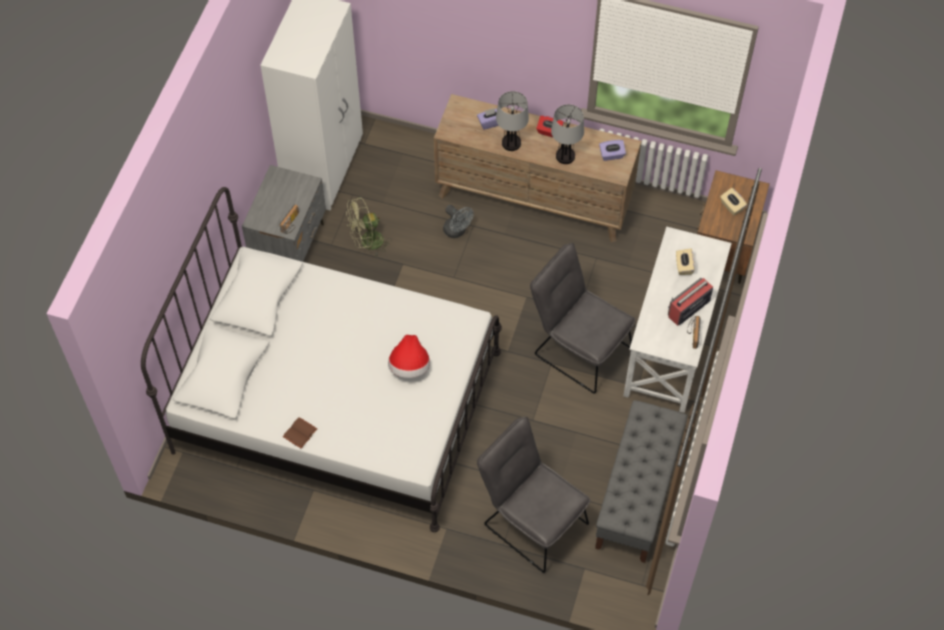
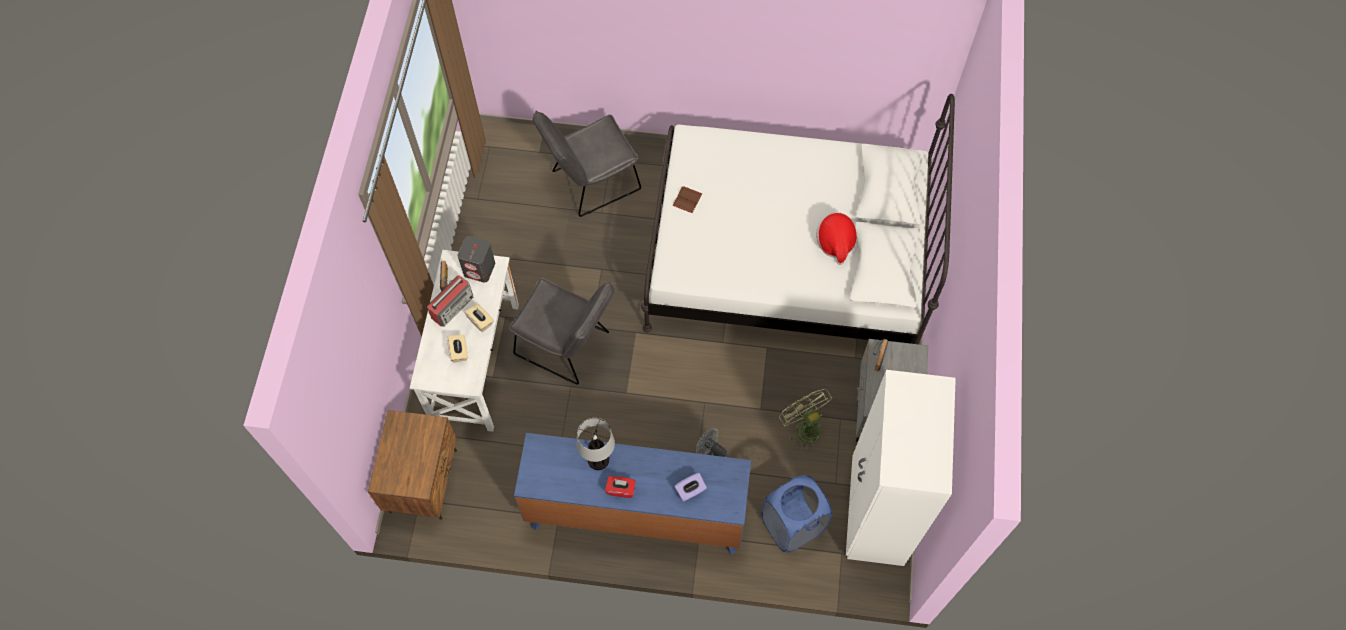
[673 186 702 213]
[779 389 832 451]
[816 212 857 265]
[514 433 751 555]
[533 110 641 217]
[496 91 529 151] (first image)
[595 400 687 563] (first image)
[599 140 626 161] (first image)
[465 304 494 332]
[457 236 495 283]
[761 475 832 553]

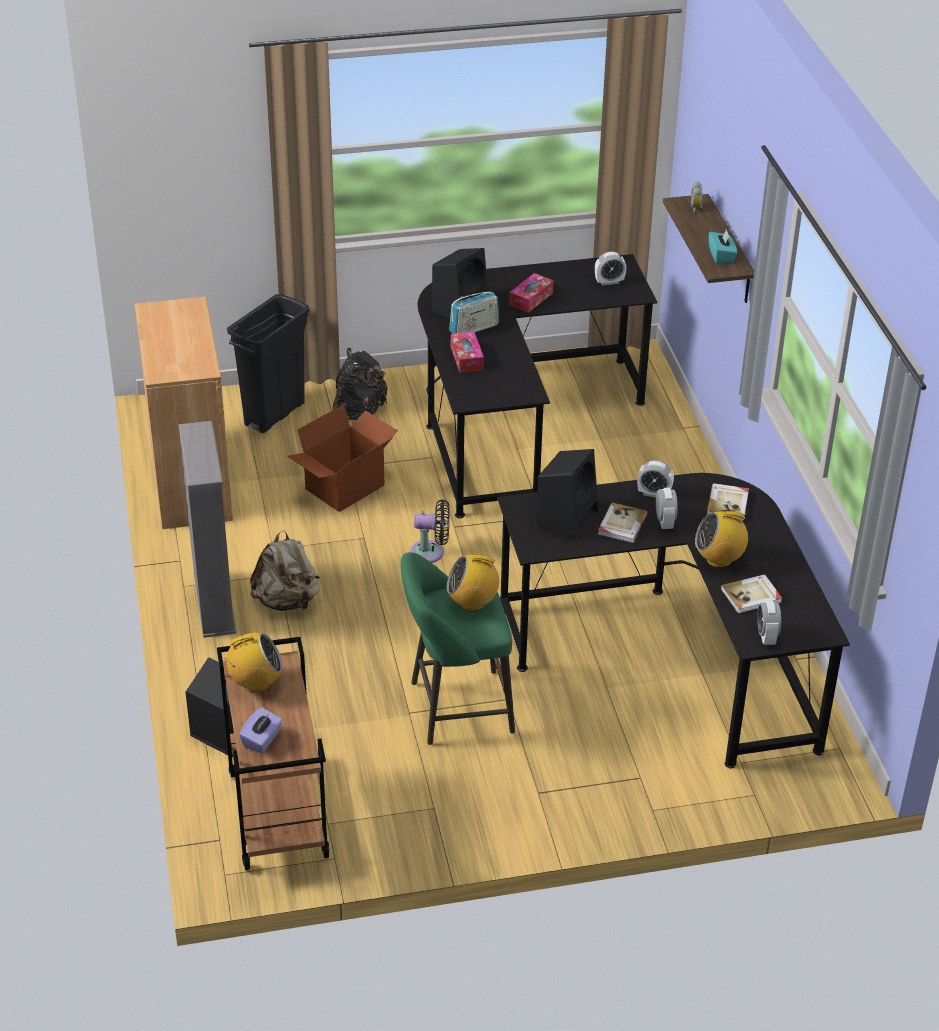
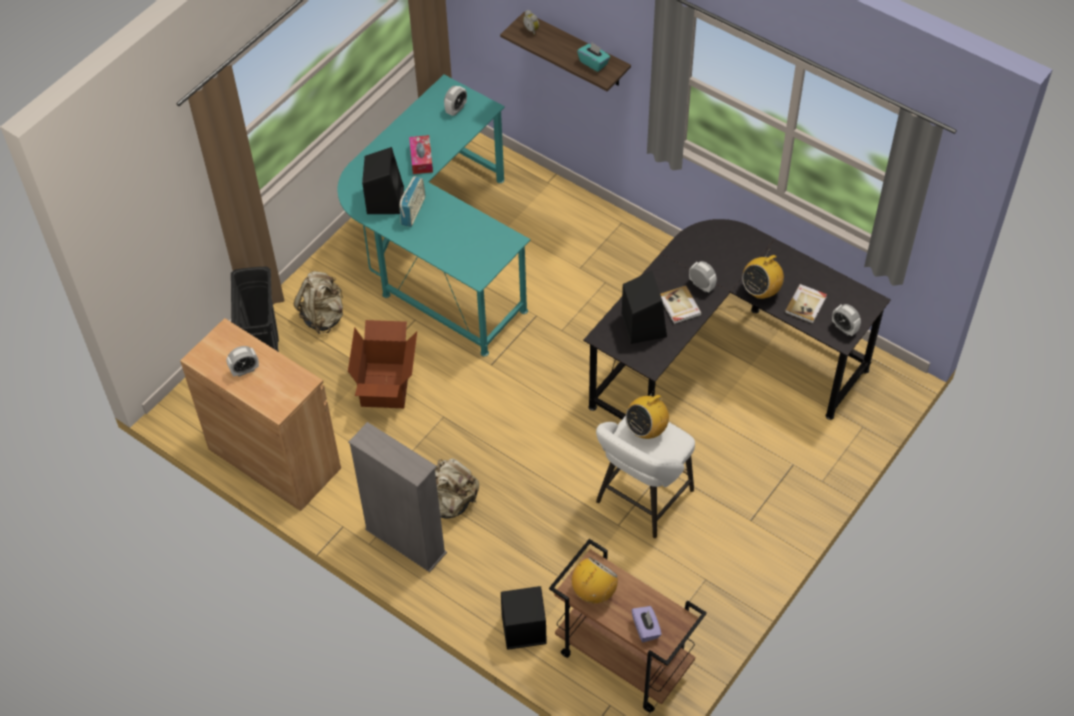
[294 271 343 334]
[596 416 695 538]
[410 499 450 563] (first image)
[337 75 530 357]
[451 331 484 373] (first image)
[226 346 259 377]
[707 483 749 521] (first image)

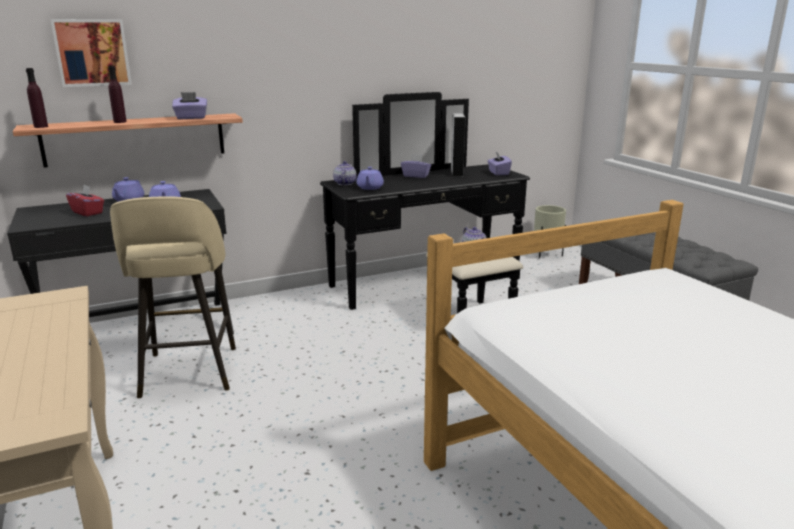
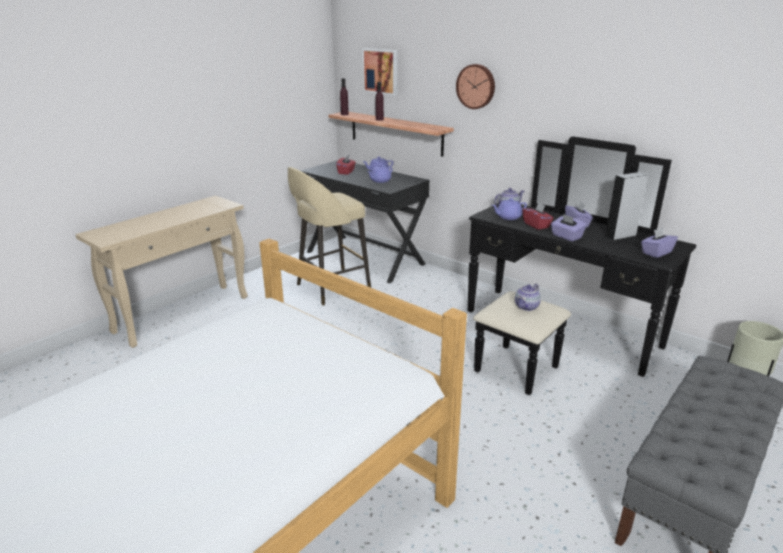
[551 214 587 241]
[456 64 495 109]
[523 202 554 230]

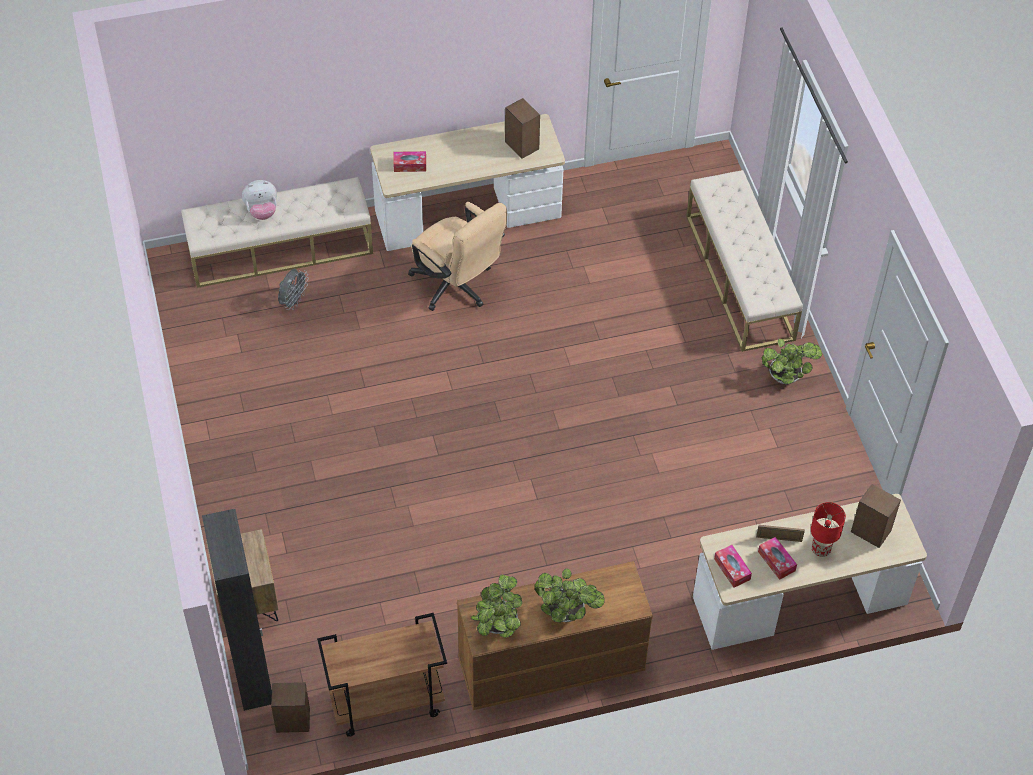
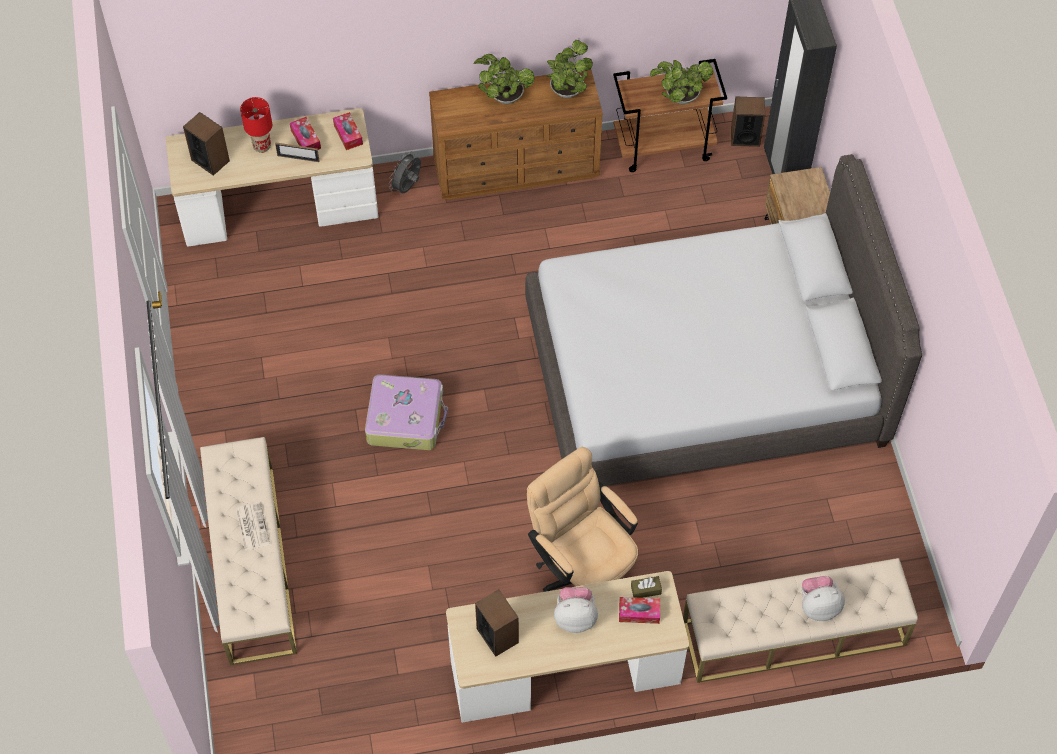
[389 151 421 194]
[650 60 713 104]
[236 502 270 551]
[365 374 448 450]
[525 154 922 486]
[554 587 598 633]
[631 576 662 598]

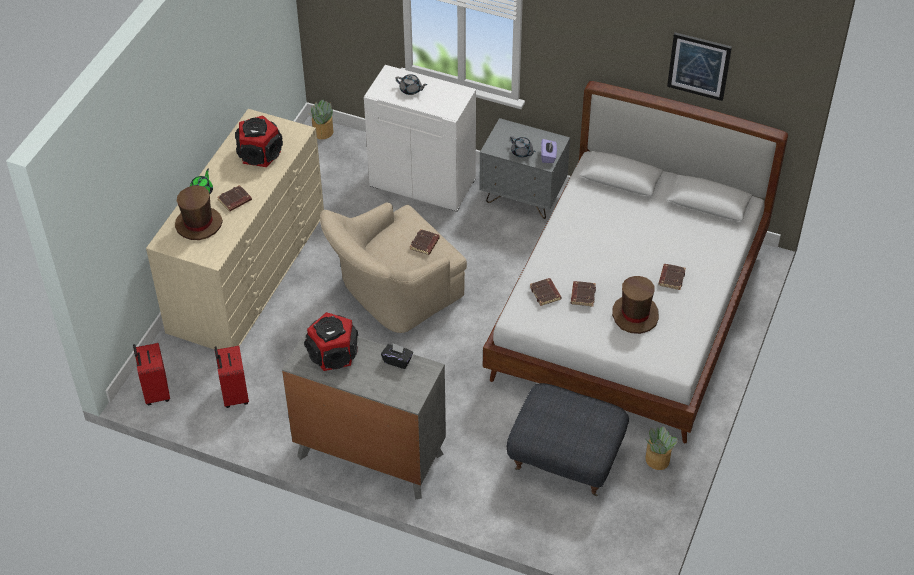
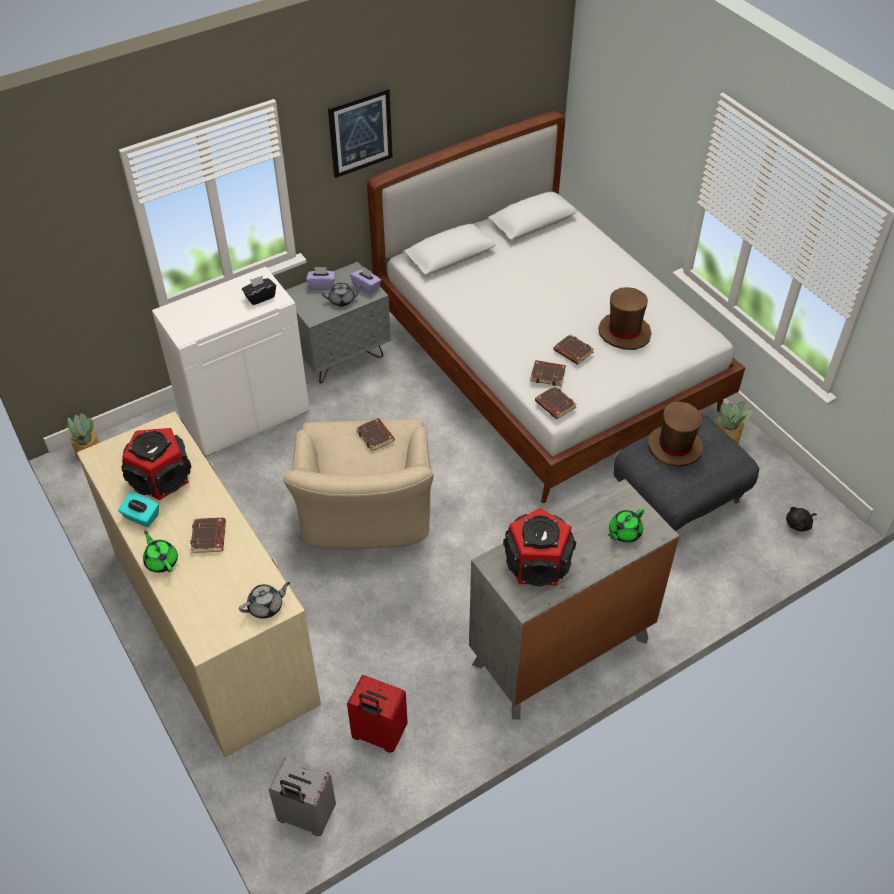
[268 757 336 836]
[648 402 703 467]
[242 276 276 305]
[239 582 290 619]
[535 386 577 419]
[328 87 393 178]
[118 492 159 527]
[306 267 335 290]
[608 508 644 543]
[786 507 817 532]

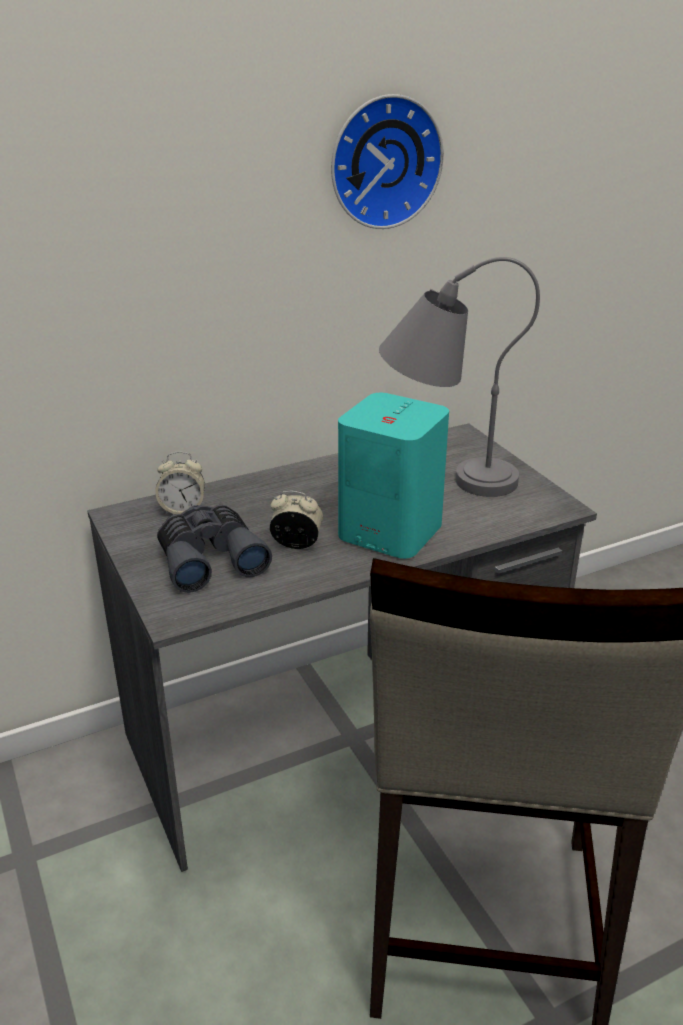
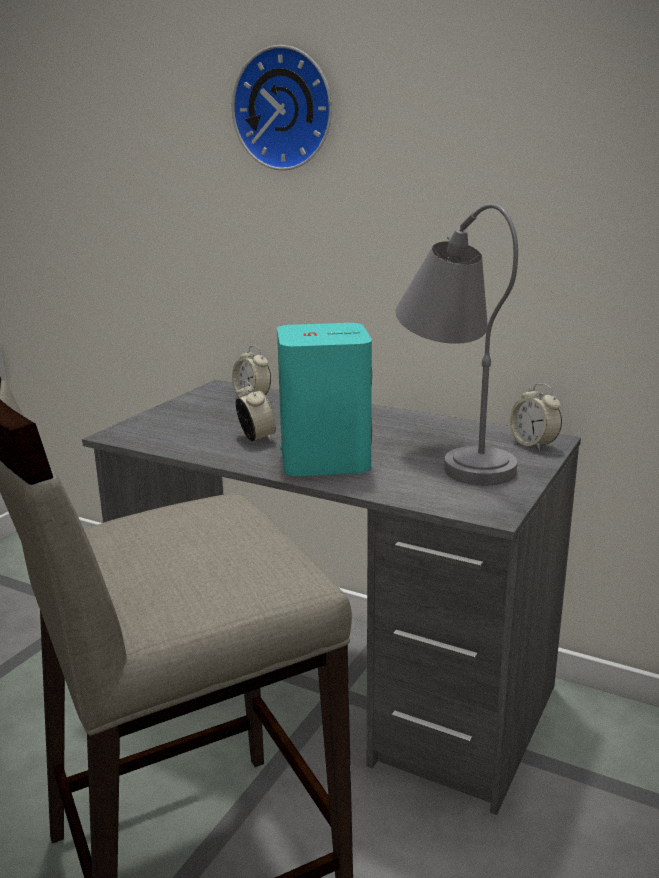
[157 505 272 593] (first image)
[232 45 332 171]
[510 383 562 451]

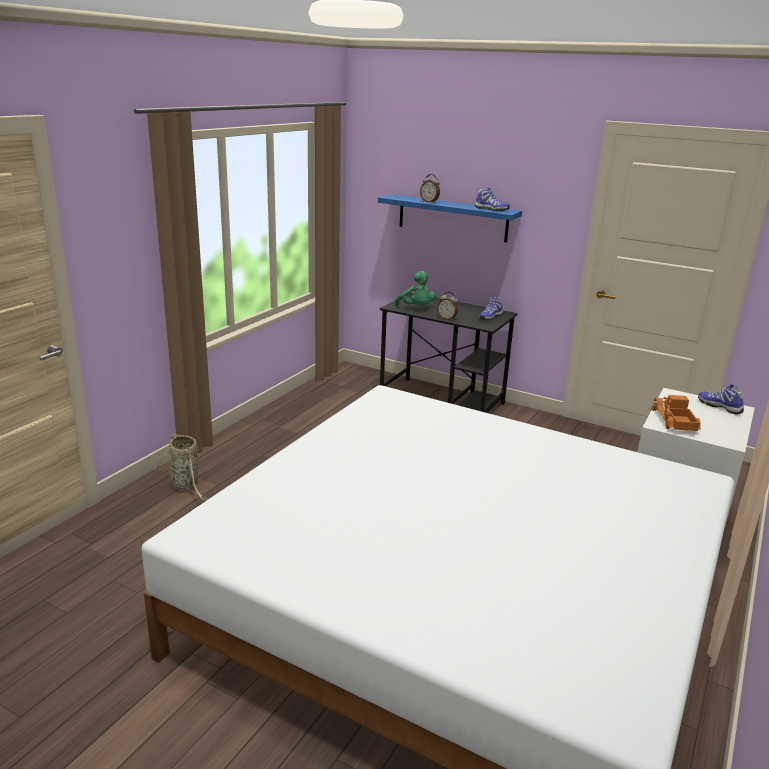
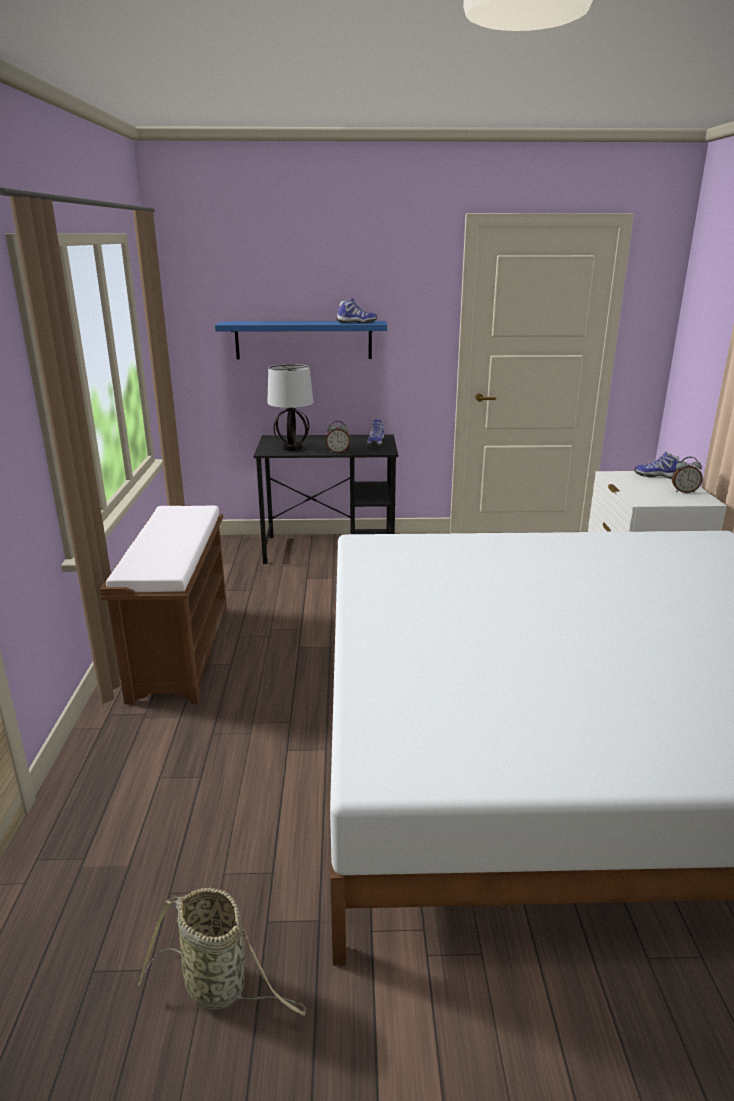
[138 888 306 1016]
[267 364 313 451]
[672 457 703 493]
[654 395 701 431] (first image)
[100 506 227 704]

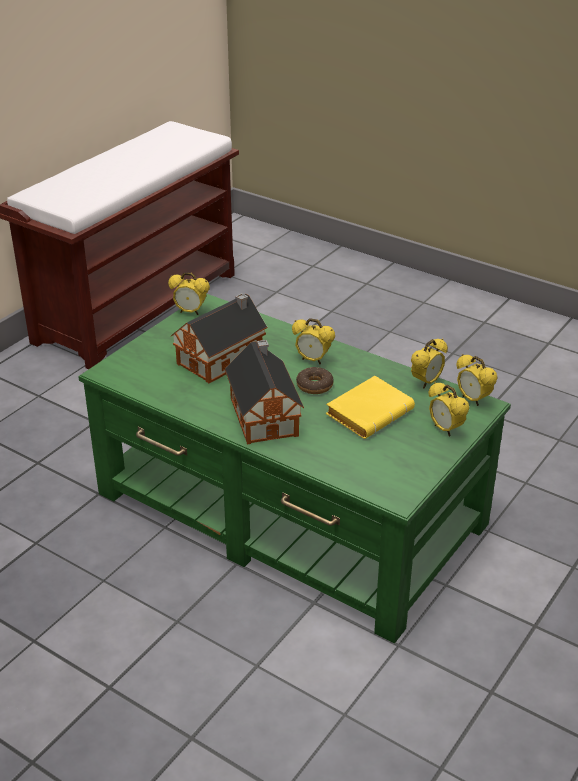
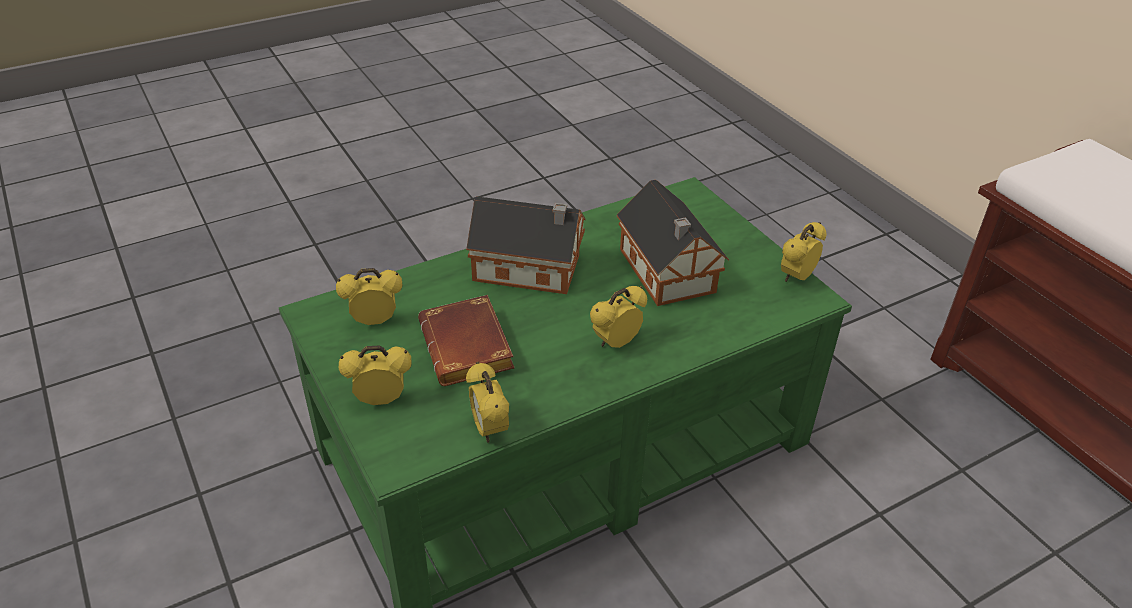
[296 367 334 394] (first image)
[418 295 515 386]
[336 268 402 325]

